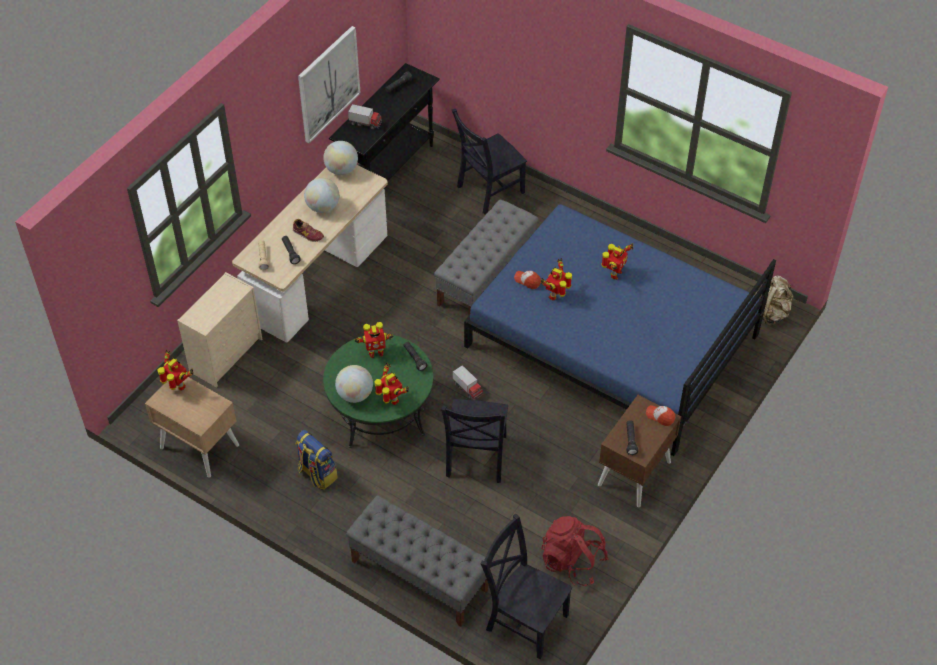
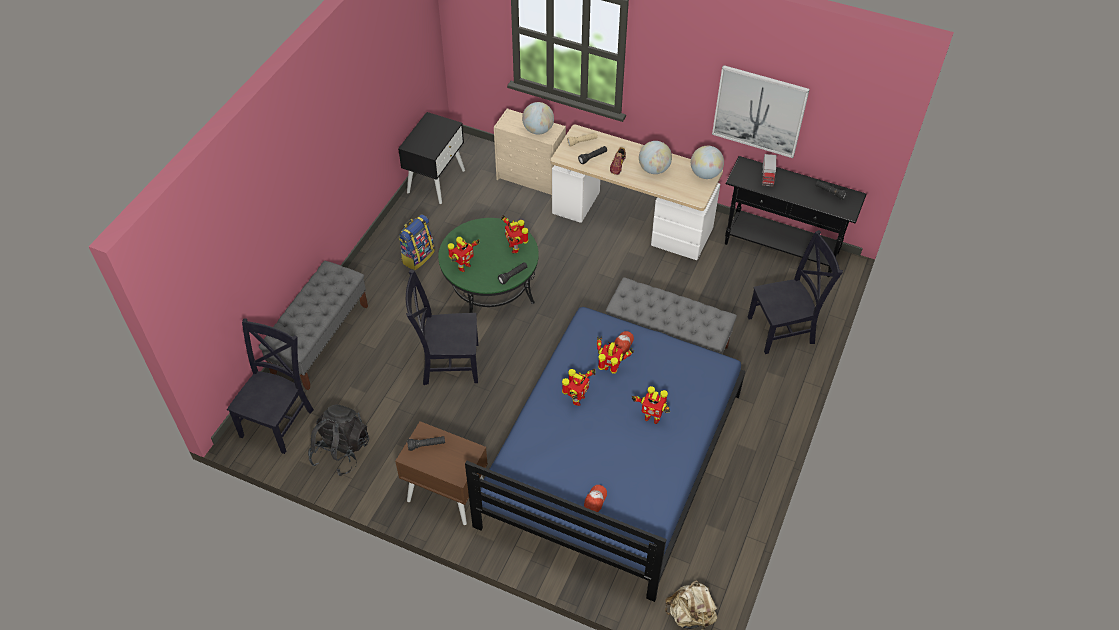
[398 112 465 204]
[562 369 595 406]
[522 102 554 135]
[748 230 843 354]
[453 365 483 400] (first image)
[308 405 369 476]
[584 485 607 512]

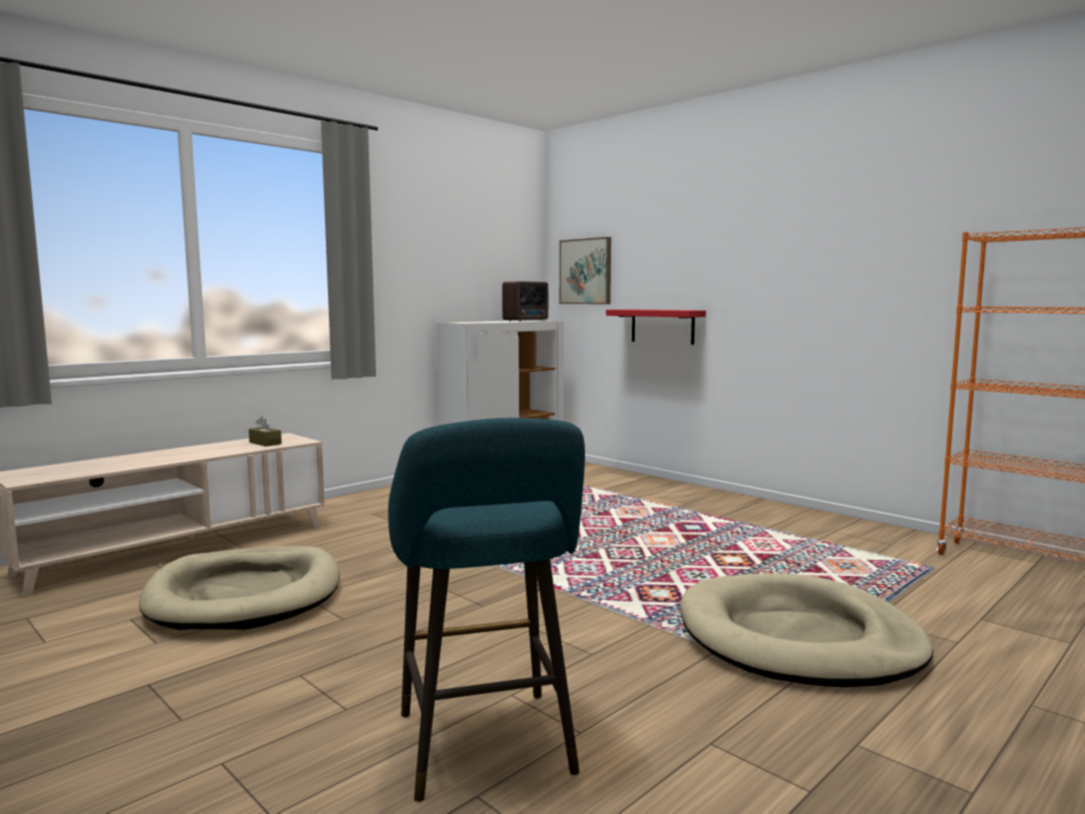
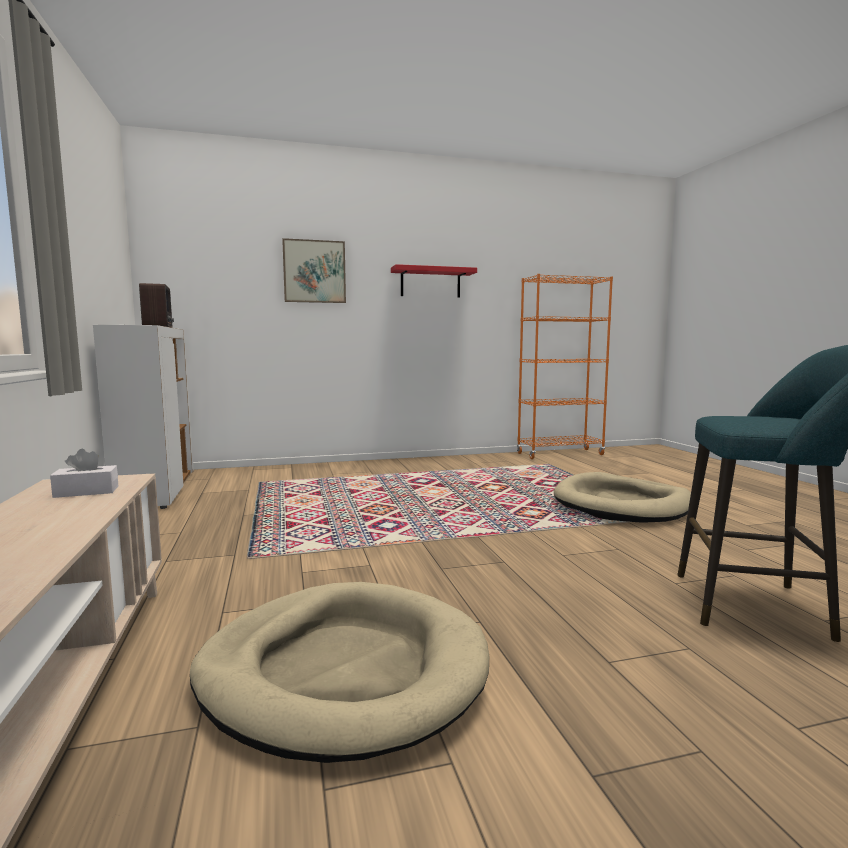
[50 449 118 498]
[282 238 346 303]
[391 264 477 298]

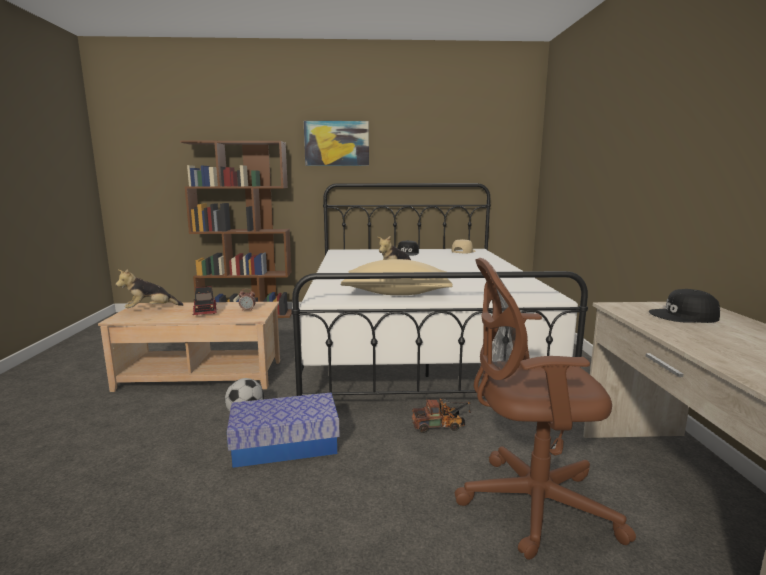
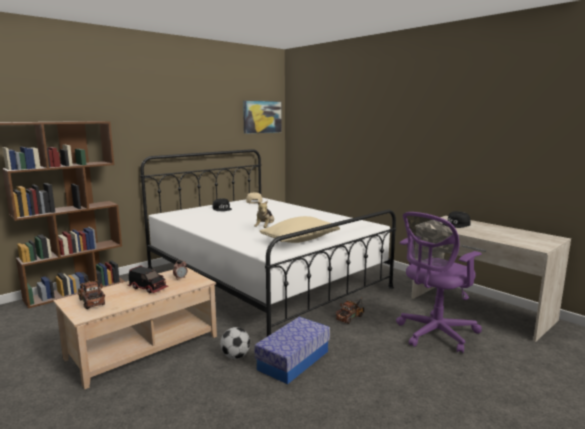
[78 276 105 309]
[243 101 282 134]
[396 212 482 353]

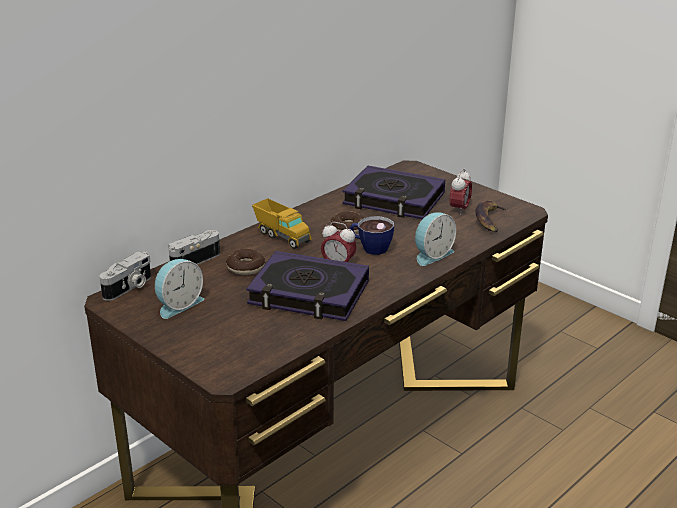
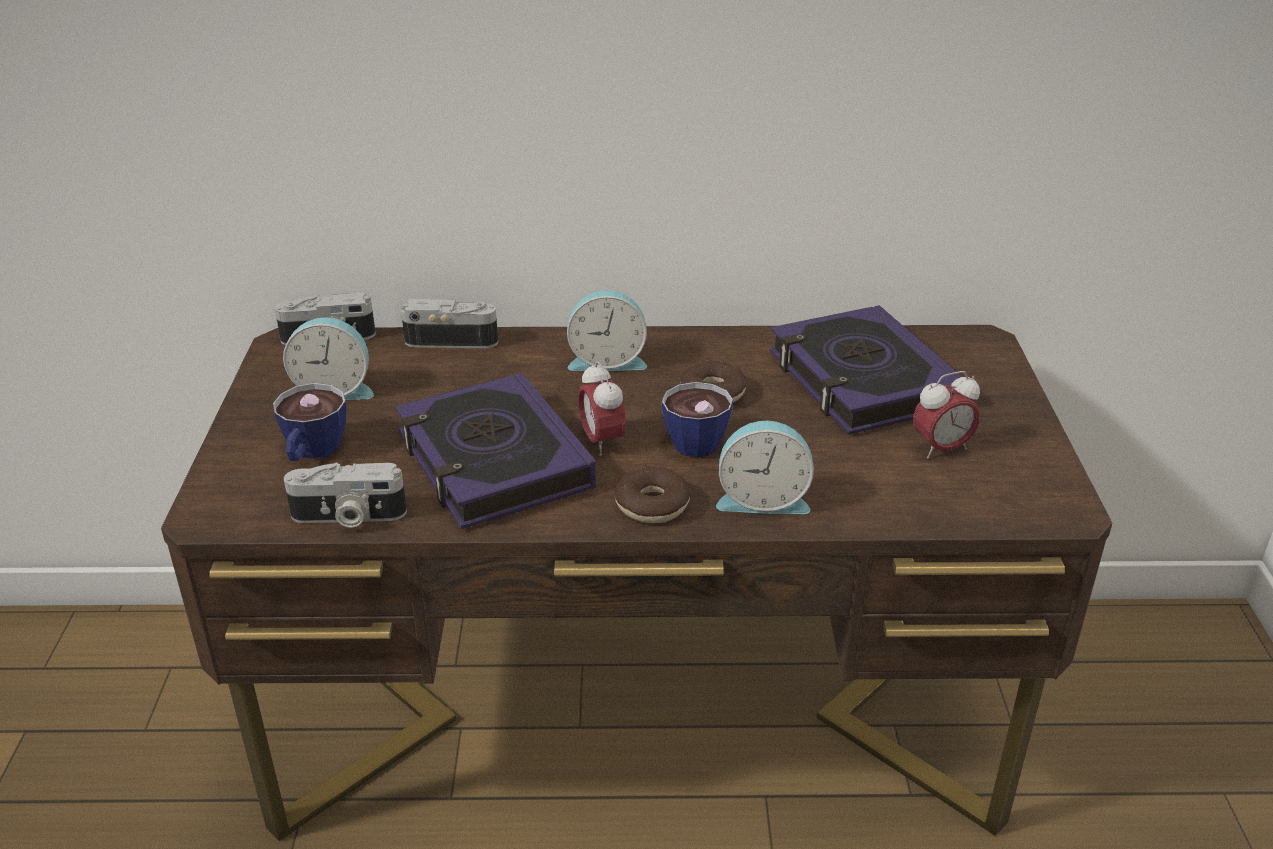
[614 466 690 523]
[567 290 647 371]
[475 200 508 232] (first image)
[273 383 346 461]
[284 462 407 528]

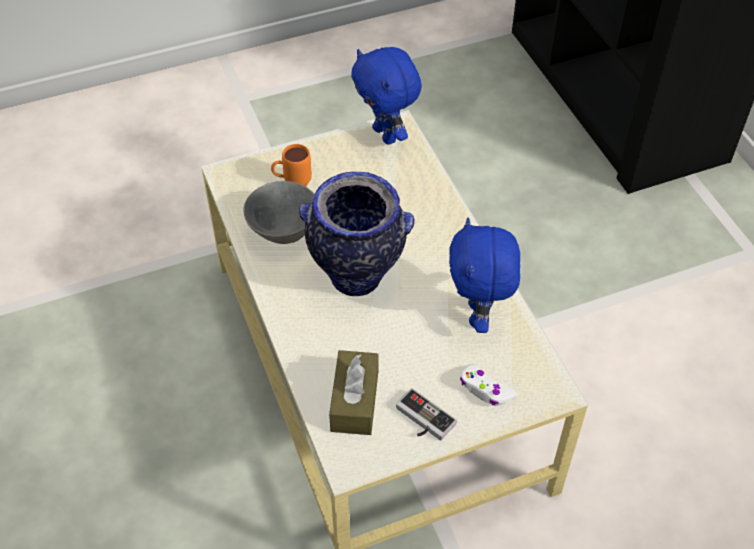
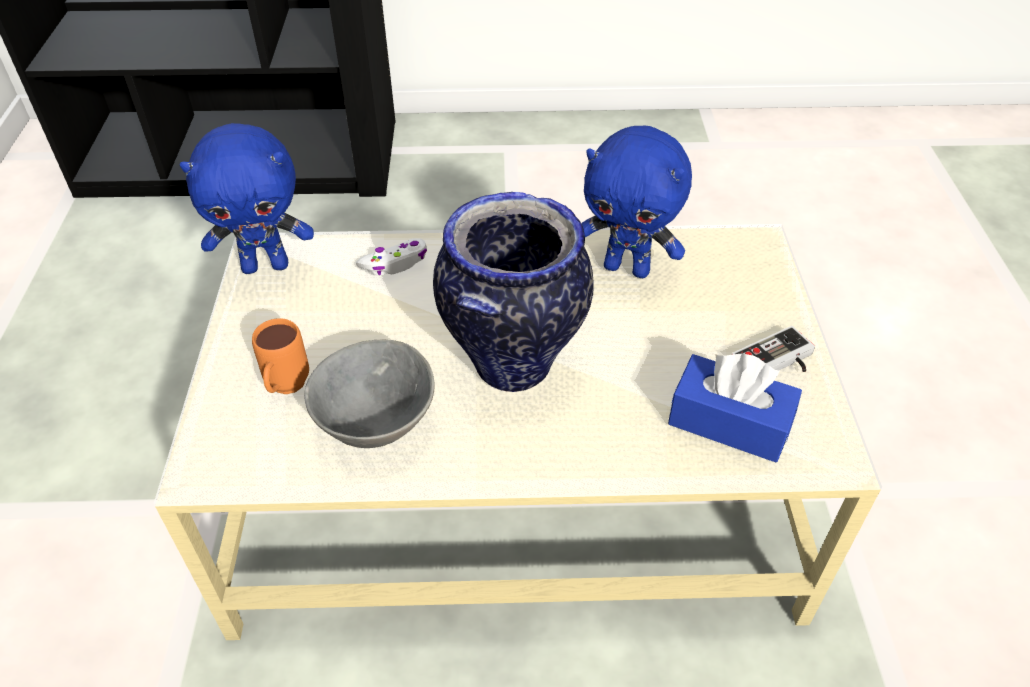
[668 354 802 462]
[356 238 427 276]

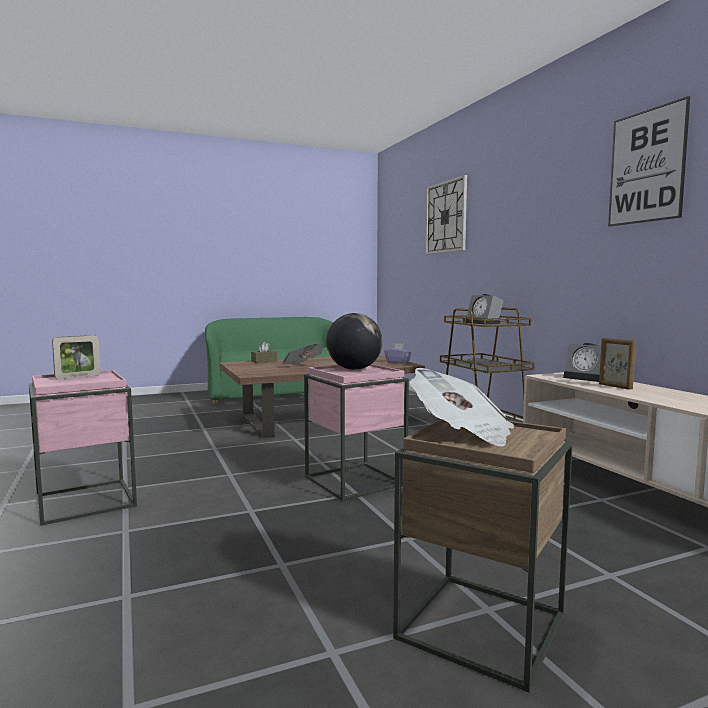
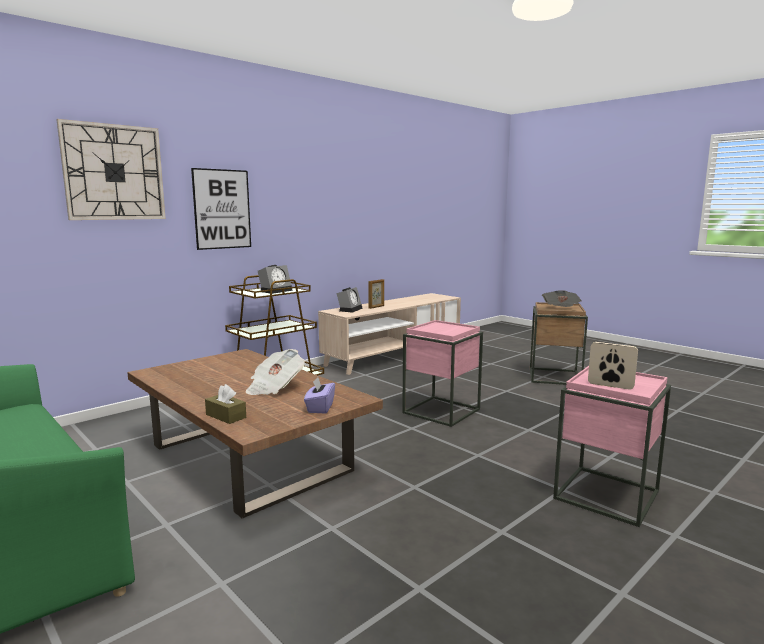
[326 313 383 370] (first image)
[304 377 335 413]
[191 168 251 250]

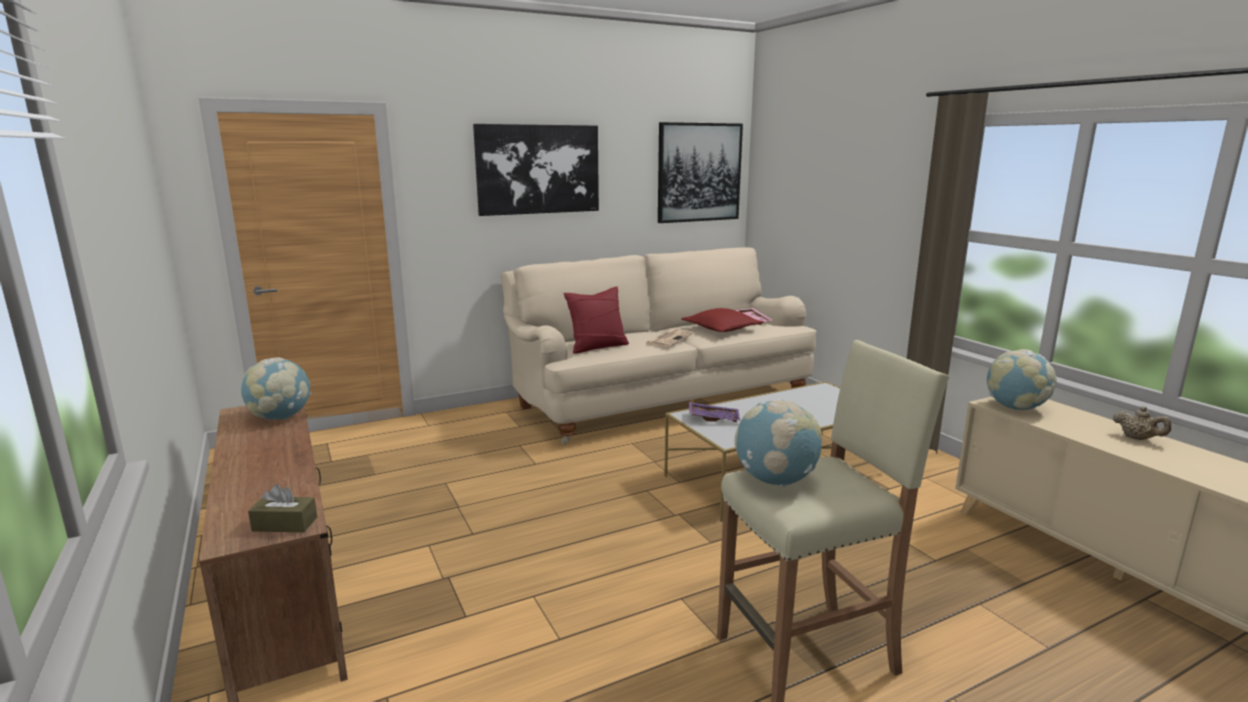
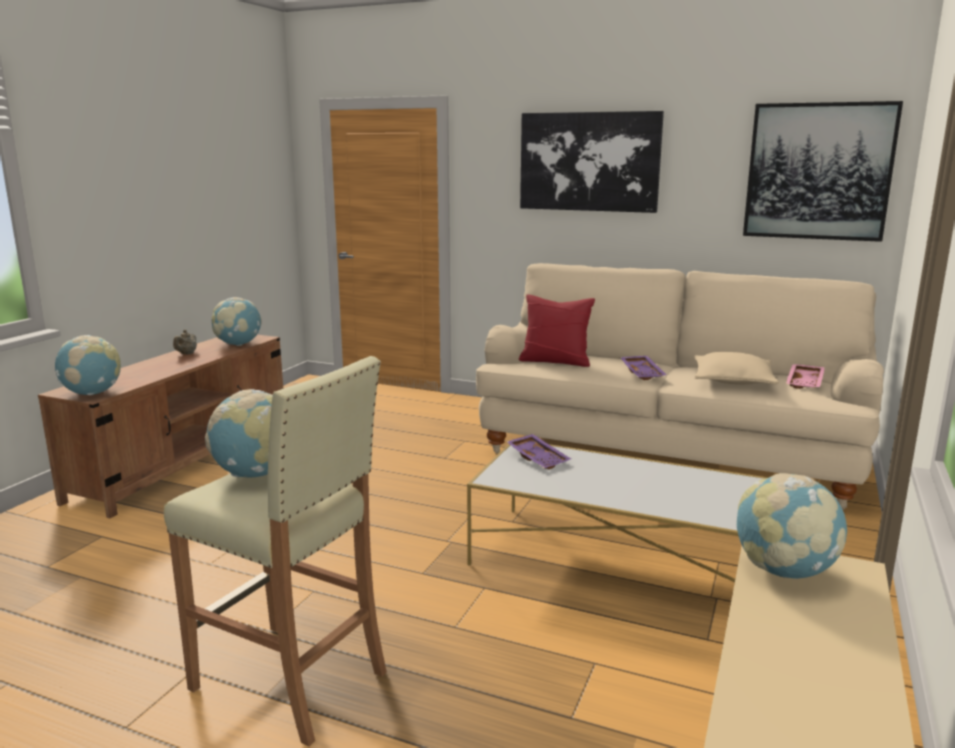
[55 335 121 395]
[620 356 666 380]
[694 352 779 385]
[173 330 197 354]

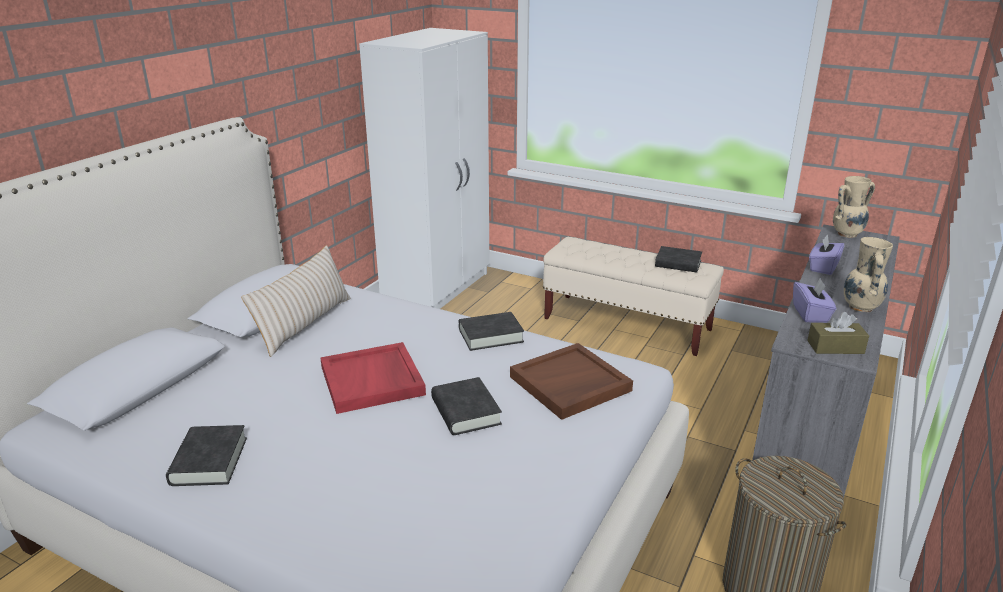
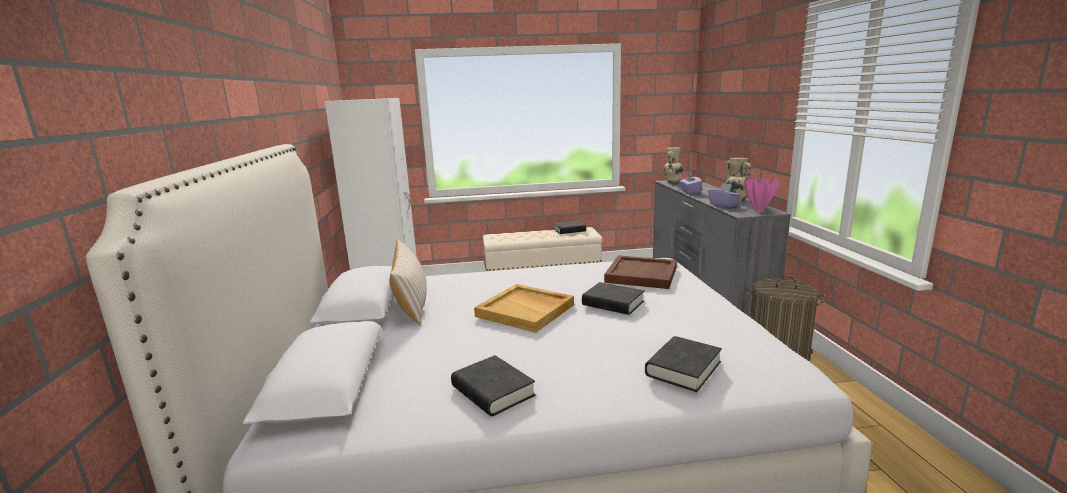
[474 284 574 333]
[645 336 722 392]
[744 179 780 212]

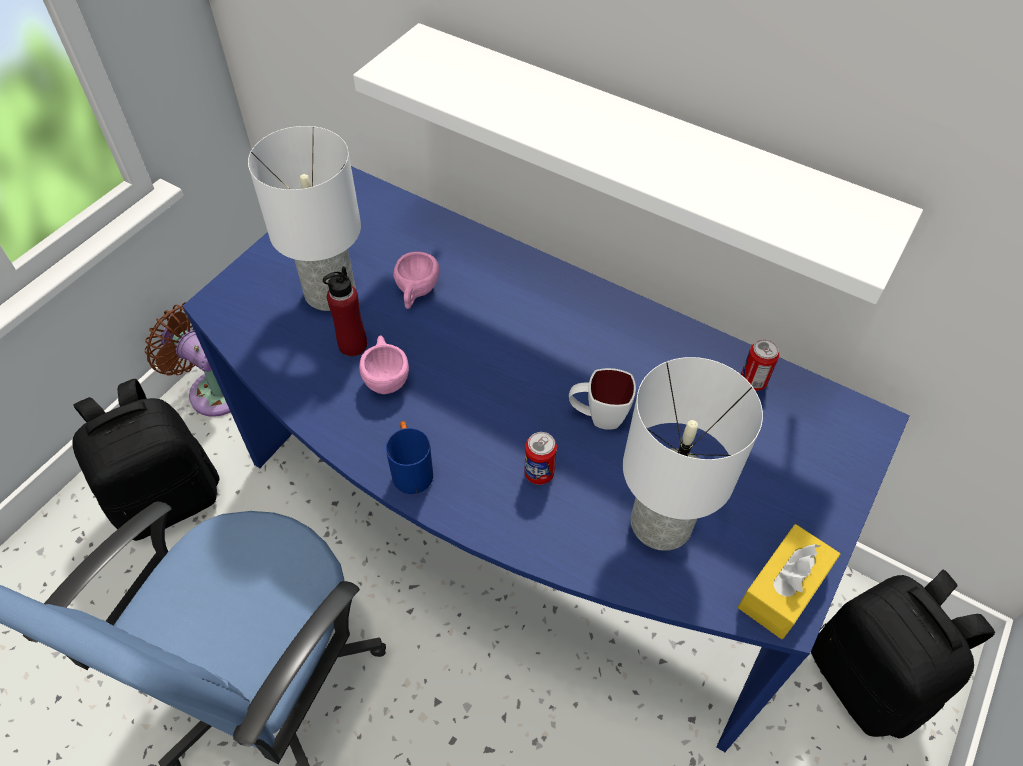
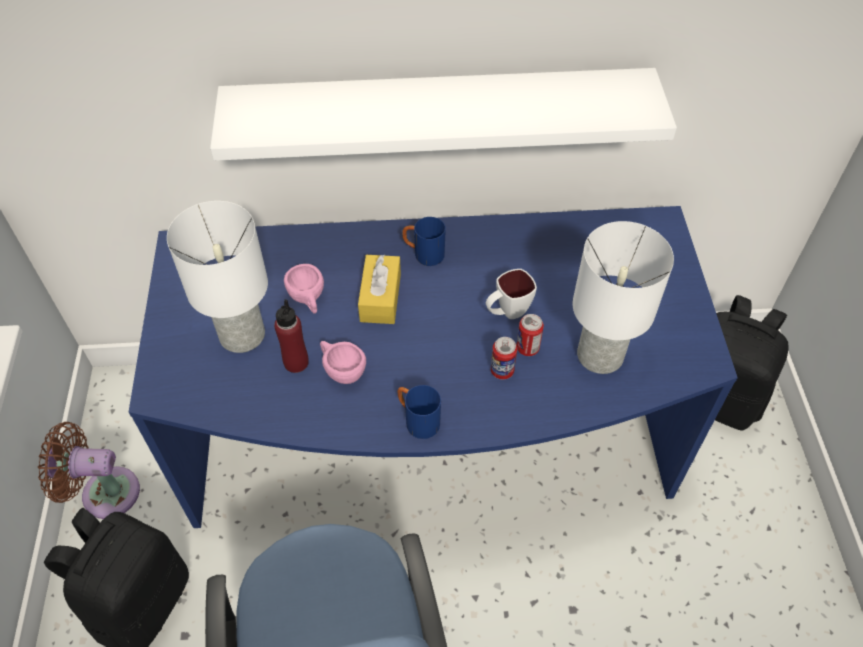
[358 254 401 324]
[516 314 544 356]
[402 217 446 266]

